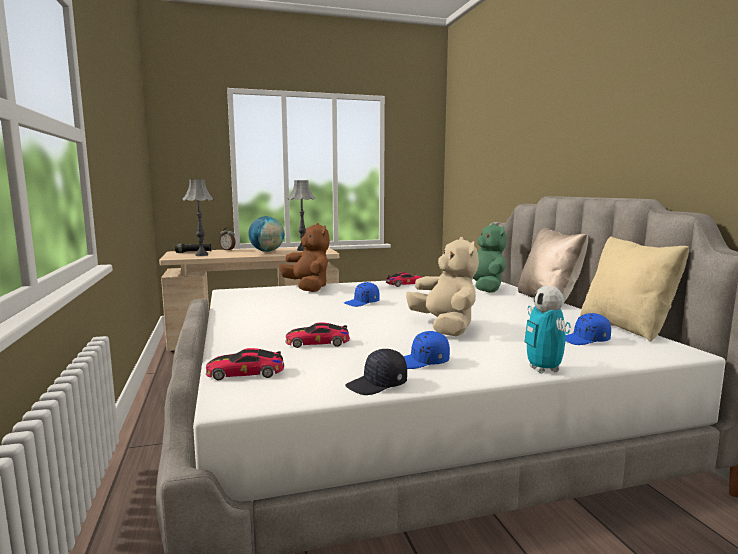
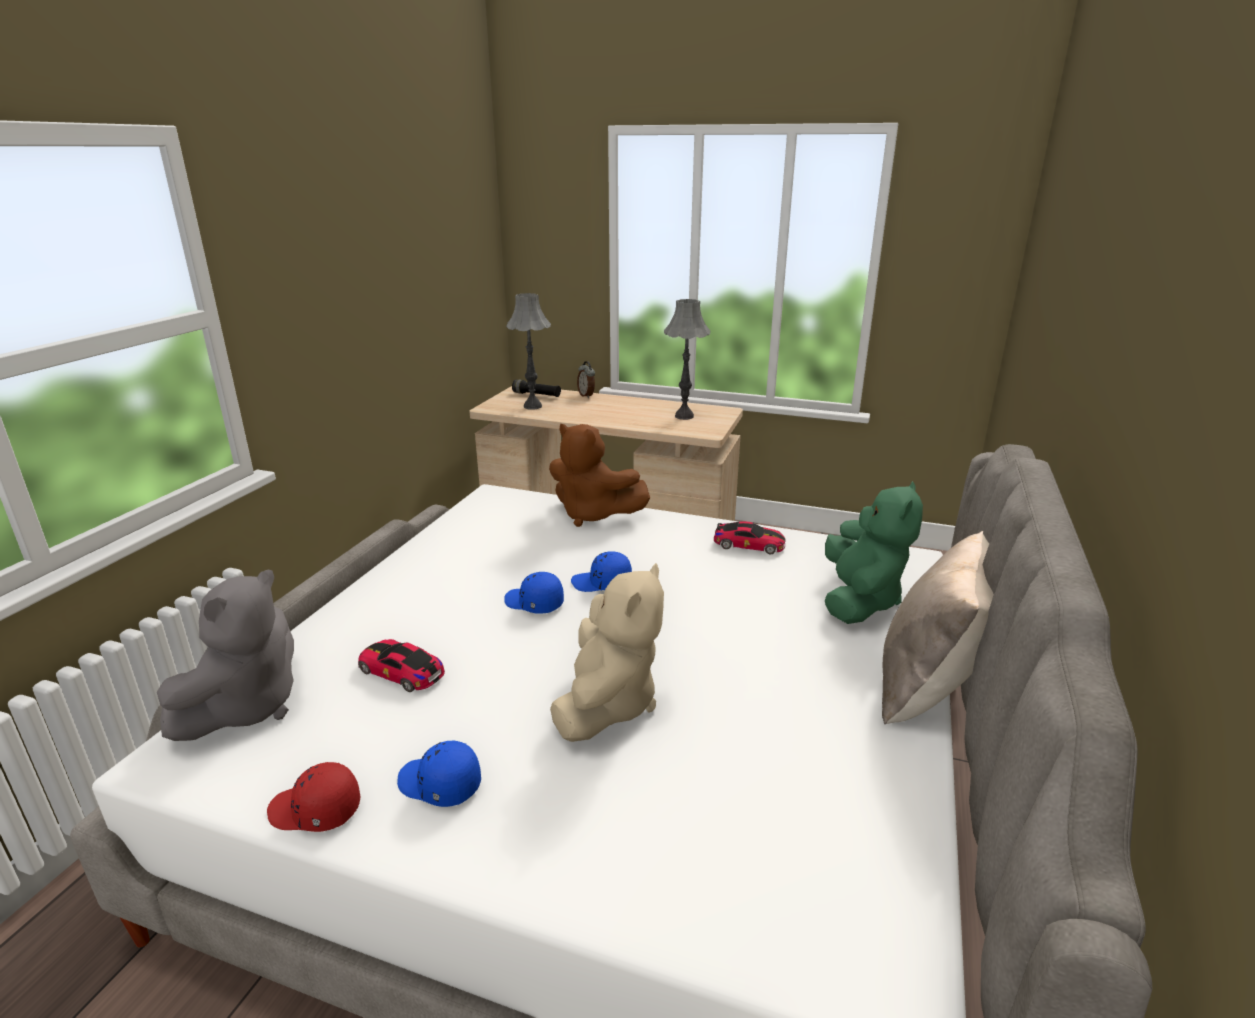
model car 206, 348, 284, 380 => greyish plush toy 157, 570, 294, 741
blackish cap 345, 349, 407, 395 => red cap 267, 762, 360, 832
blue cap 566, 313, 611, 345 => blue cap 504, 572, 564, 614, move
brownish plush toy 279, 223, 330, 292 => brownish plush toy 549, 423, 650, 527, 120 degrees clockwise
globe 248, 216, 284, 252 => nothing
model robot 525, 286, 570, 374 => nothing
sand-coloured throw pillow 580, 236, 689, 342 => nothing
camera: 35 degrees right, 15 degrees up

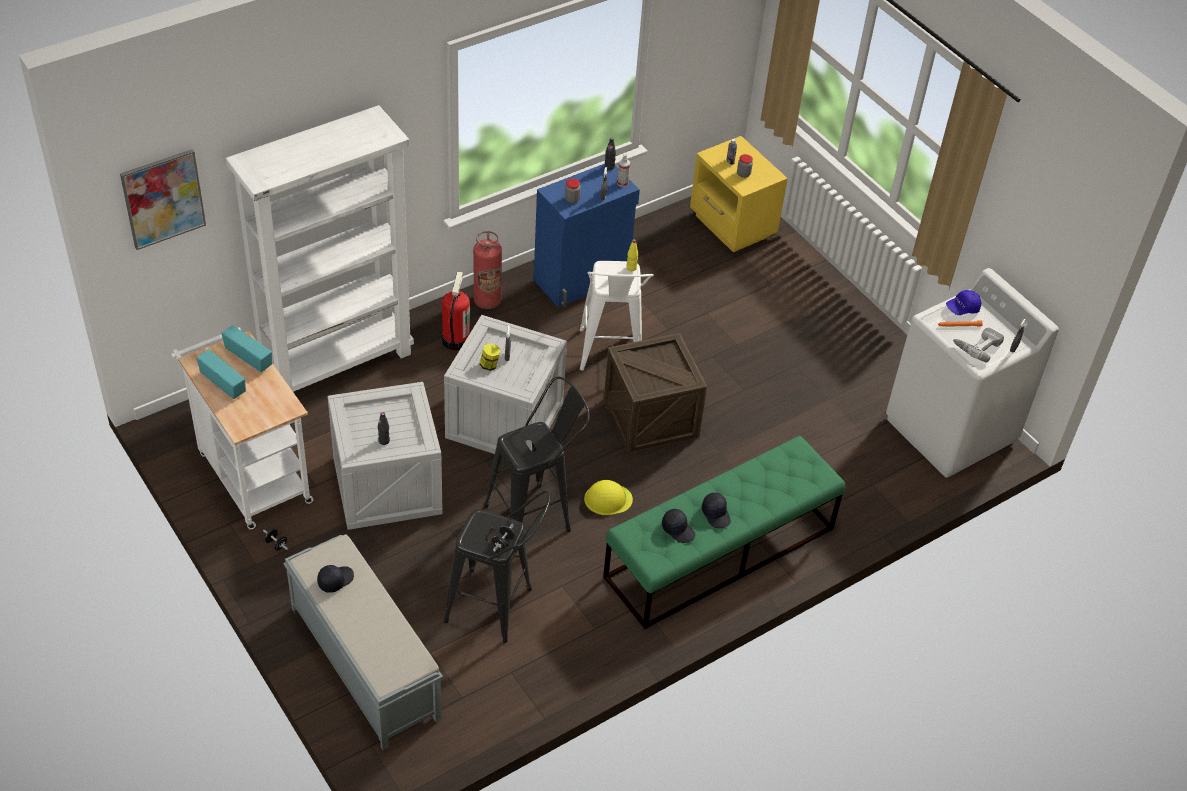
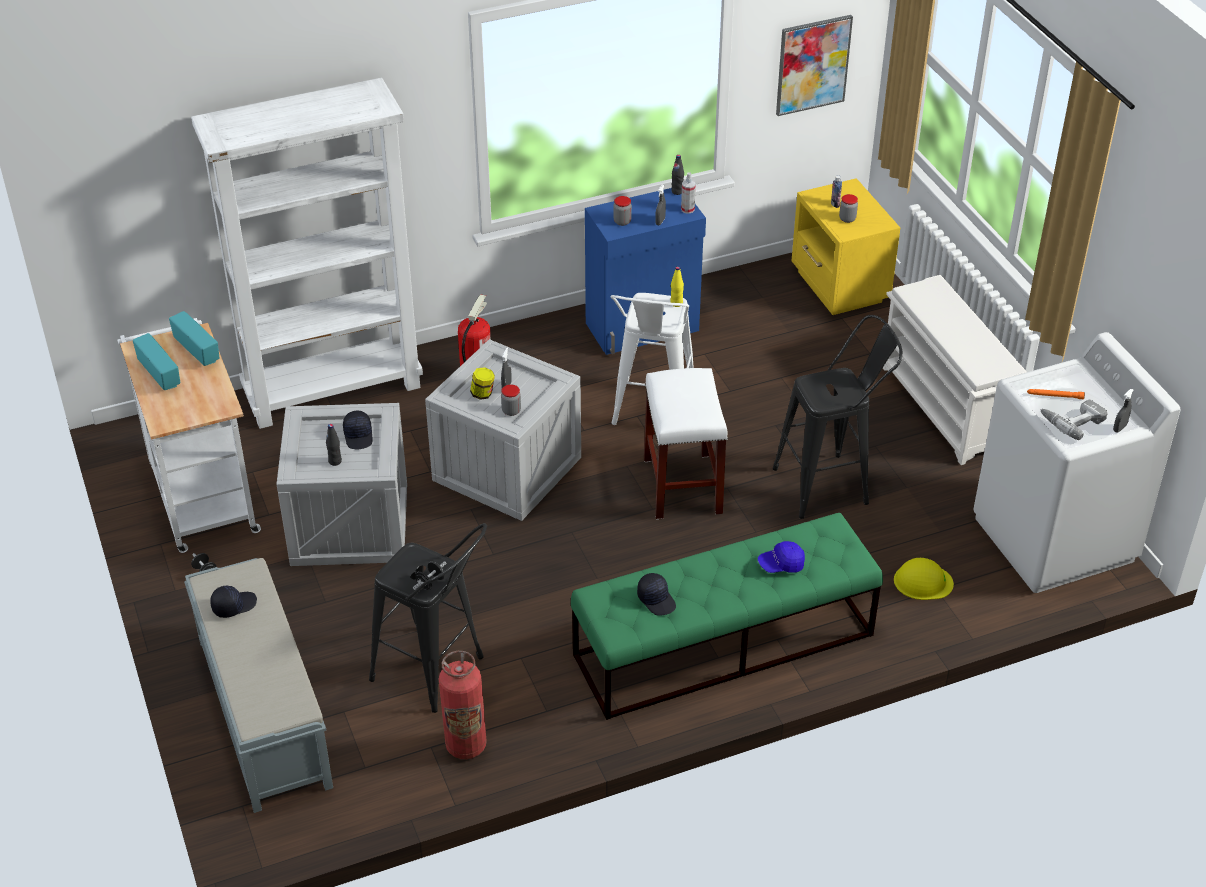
blackish cap 702, 492, 731, 528 => blackish cap 343, 411, 373, 449, move
fire extinguisher 473, 231, 502, 309 => fire extinguisher 439, 651, 487, 759, move
nothing => storage jar 501, 384, 521, 416
crate 604, 333, 707, 453 => whitish sitting stool 644, 368, 728, 520
blue cap 946, 290, 981, 315 => blue cap 758, 541, 805, 573, move
blackish sitting stool 484, 377, 590, 553 => blackish sitting stool 773, 315, 902, 519, move
picture 120, 149, 206, 250 => picture 776, 15, 853, 116, move
nothing => whitish shoe rack 883, 275, 1027, 465
yellow-coloured hard hat 584, 480, 633, 515 => yellow-coloured hard hat 894, 558, 954, 600, move
camera: 15 degrees right, 5 degrees down

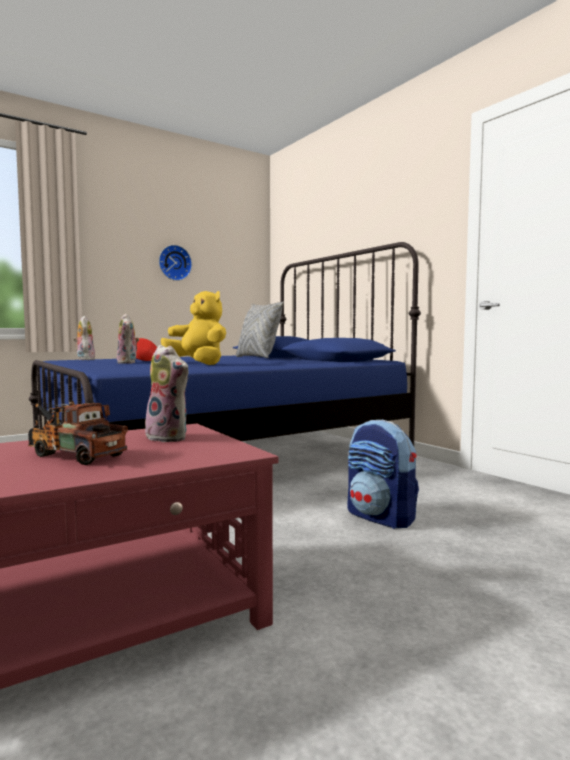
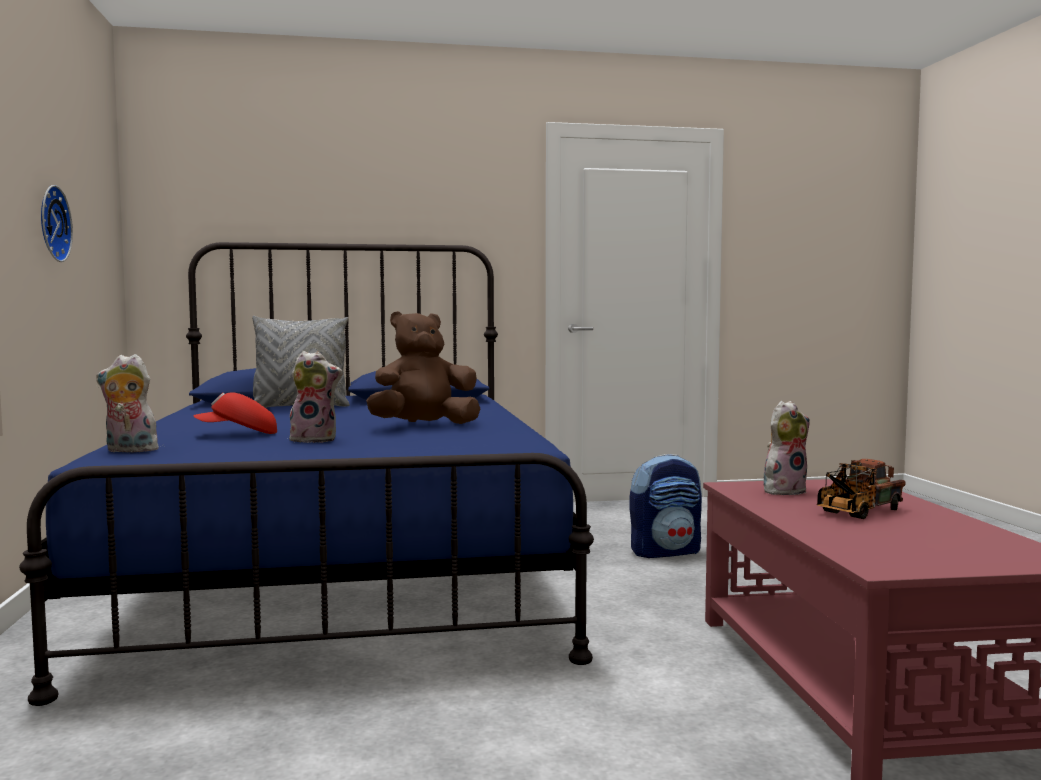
yellow-coloured plush toy 161, 291, 226, 365 => brownish plush toy 366, 311, 480, 424
camera: 65 degrees left, 0 degrees up

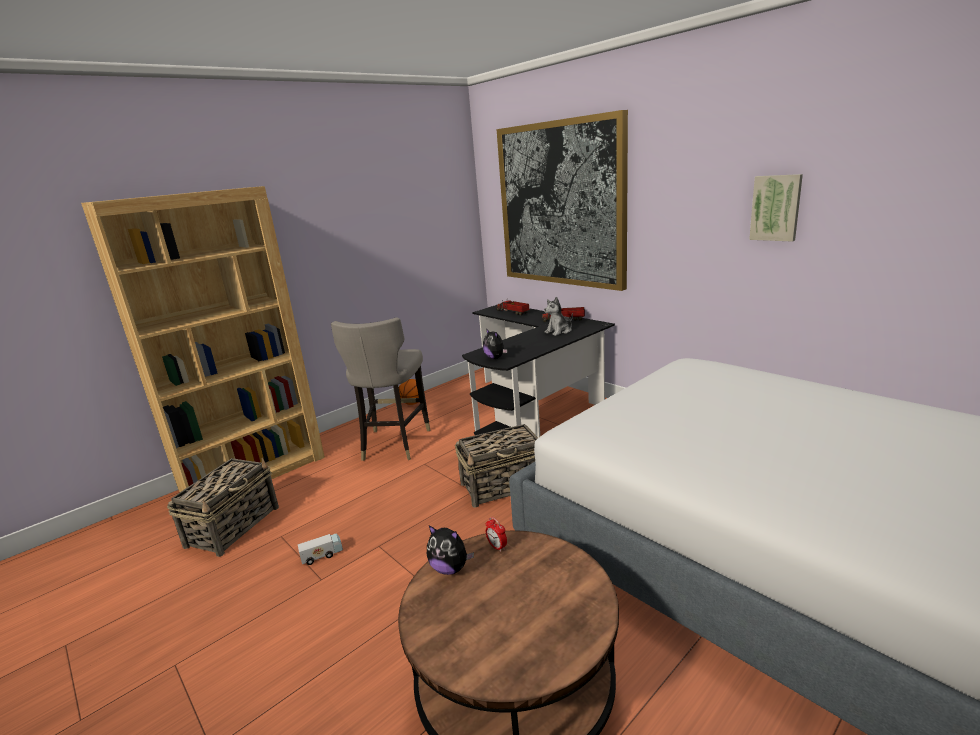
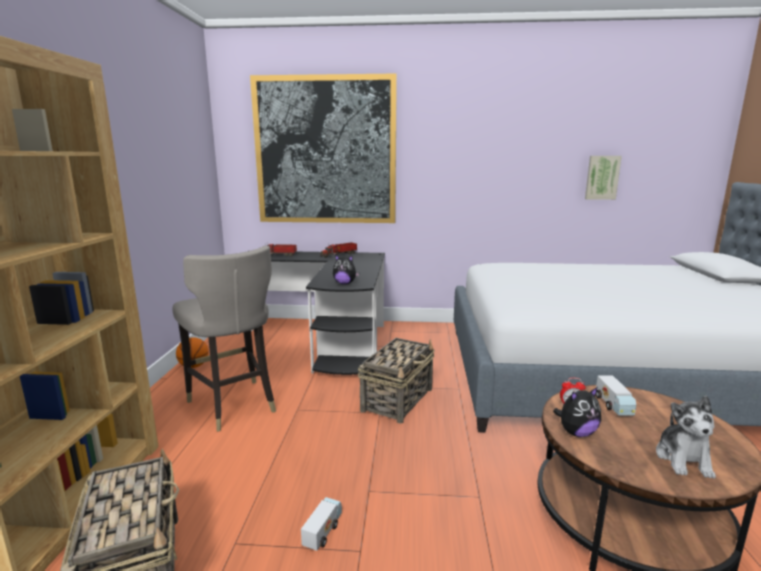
picture 749, 174, 803, 242 => picture 585, 156, 622, 200, move
nothing => toy truck 596, 376, 636, 415
plush toy 544, 297, 573, 336 => plush toy 656, 396, 716, 478, move
camera: 45 degrees left, 5 degrees down

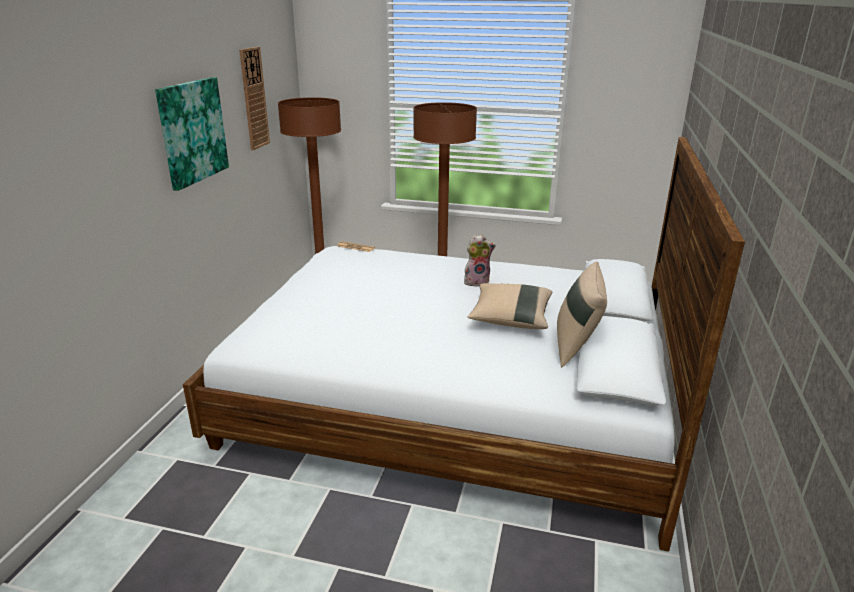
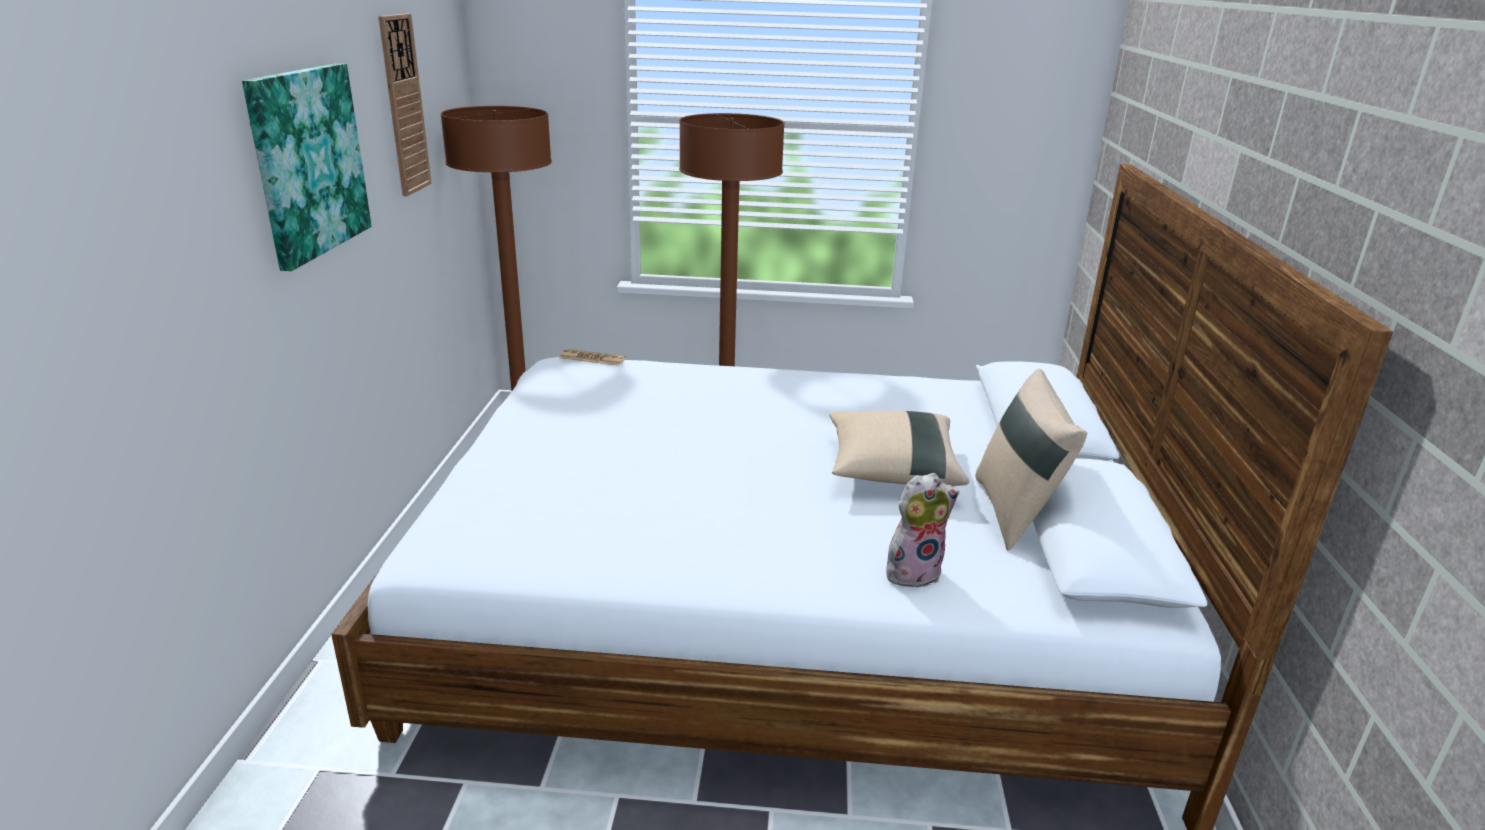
plush toy 464, 235, 496, 287 => plush toy 886, 473, 959, 588, move
camera: 10 degrees left, 0 degrees up

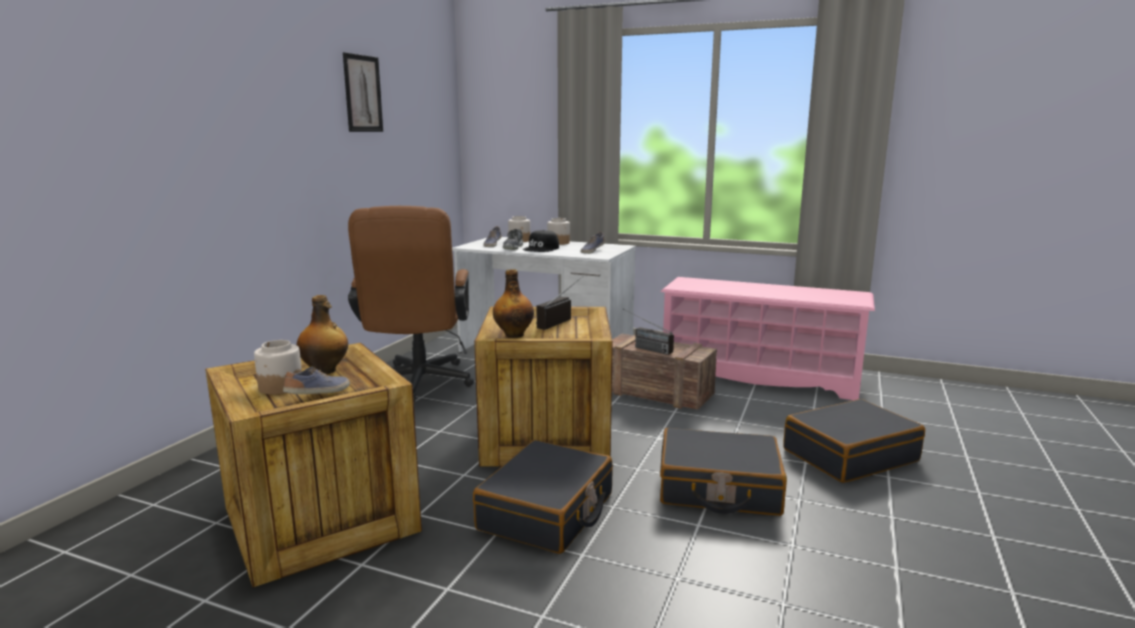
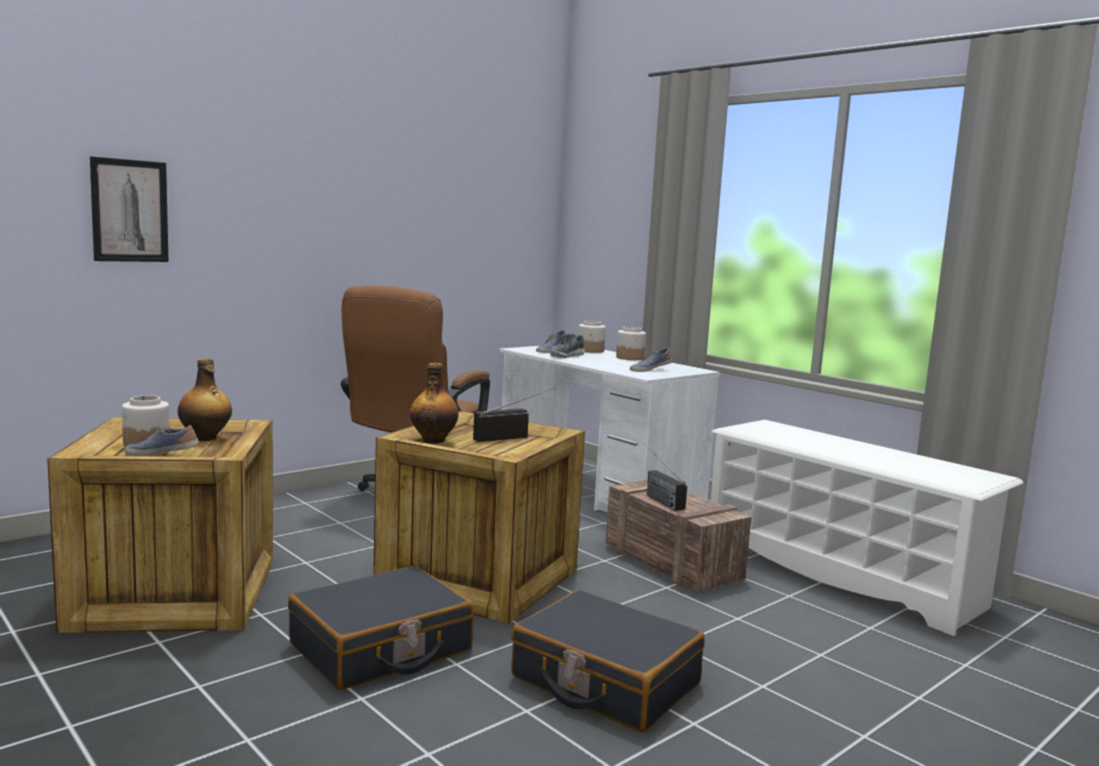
picture 343, 52, 383, 132 => picture 90, 156, 169, 262, move
low shoe 283, 367, 350, 394 => low shoe 125, 425, 199, 456, 150 degrees counterclockwise
pink shoe rack 660, 277, 875, 400 => whitish shoe rack 711, 420, 1023, 636
blackish cap 523, 230, 559, 252 => nothing
blackish travel case 783, 399, 925, 483 => nothing
camera: 25 degrees right, 5 degrees down

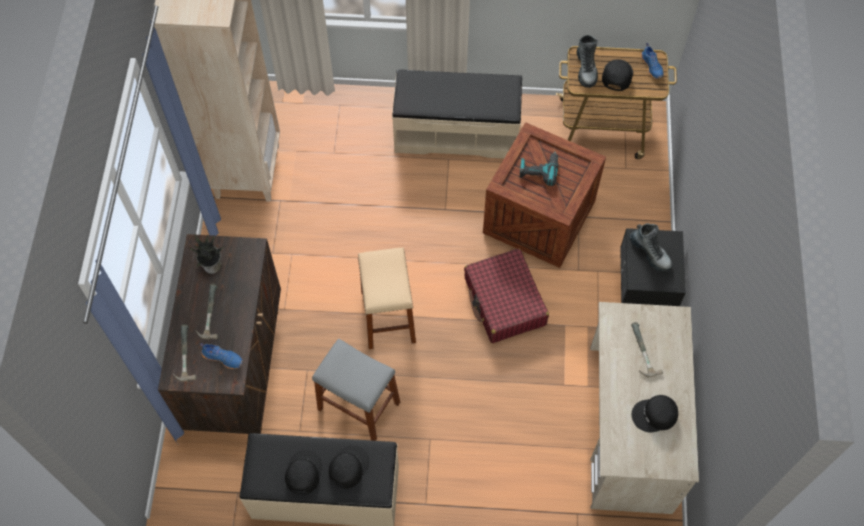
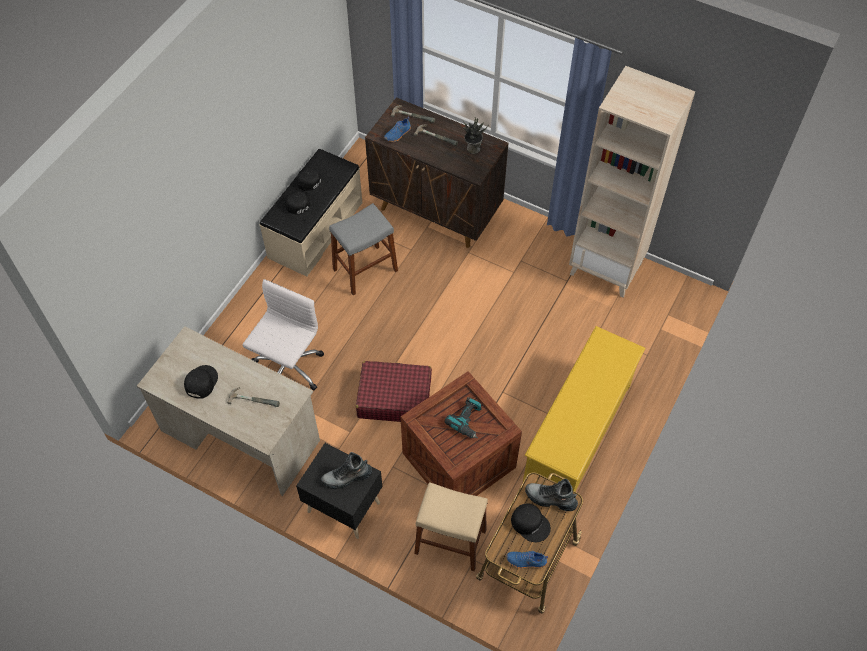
nothing => whitish computer chair 243, 279, 324, 390
sand-coloured sitting stool 358, 248, 416, 349 => sand-coloured sitting stool 414, 482, 488, 571, move
sand-coloured long seat 392, 69, 522, 159 => yellow-coloured shoe rack 523, 326, 646, 492
camera: 115 degrees right, 5 degrees down

